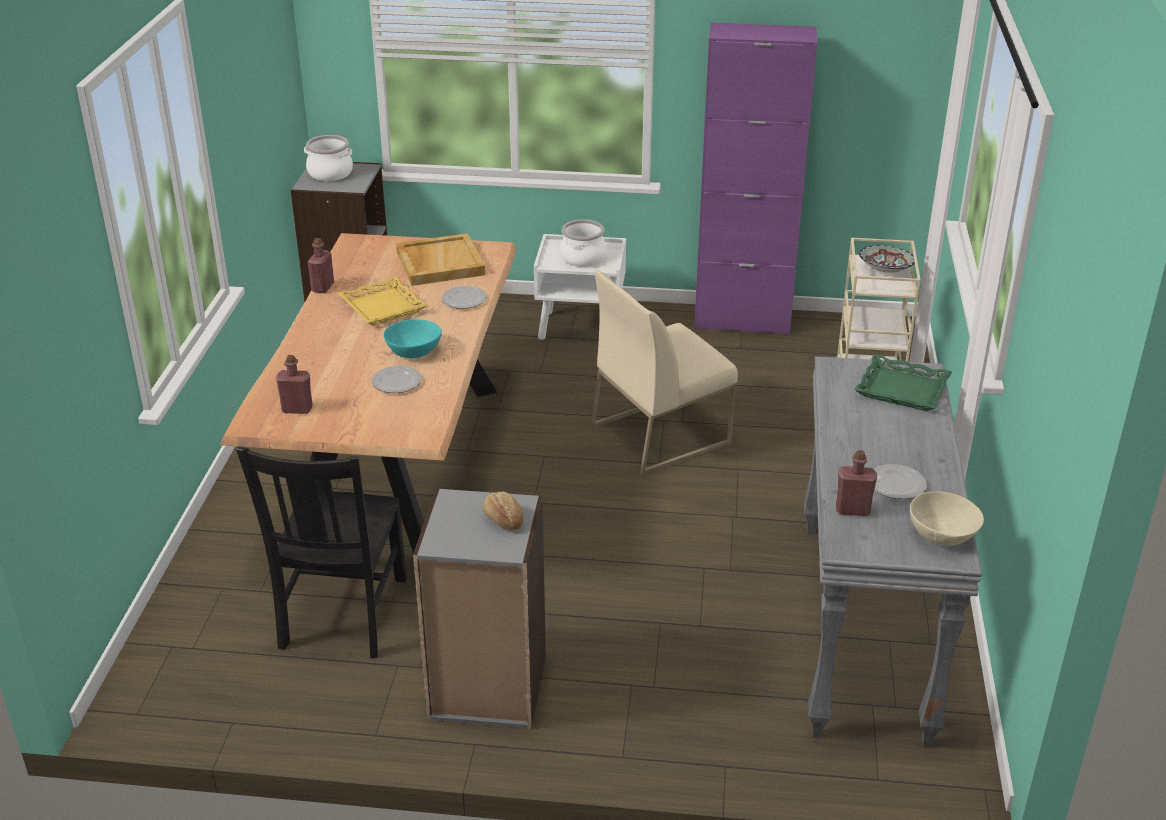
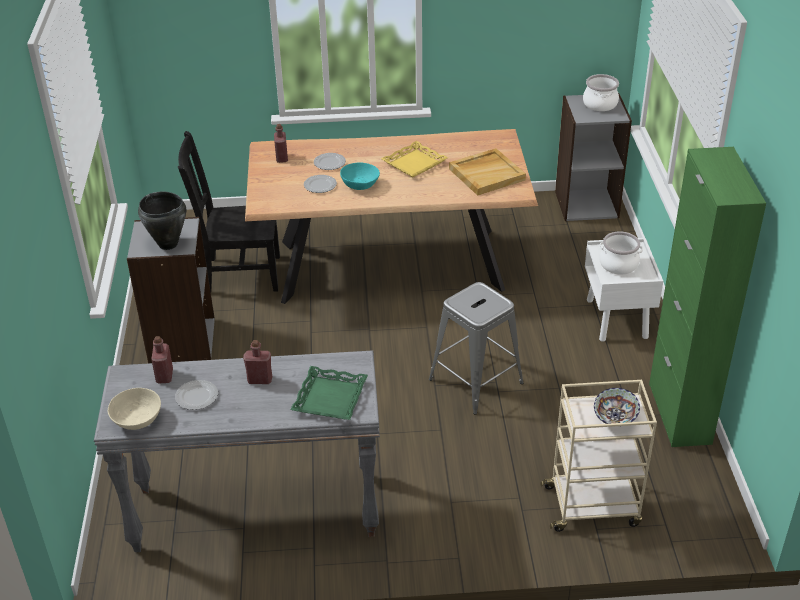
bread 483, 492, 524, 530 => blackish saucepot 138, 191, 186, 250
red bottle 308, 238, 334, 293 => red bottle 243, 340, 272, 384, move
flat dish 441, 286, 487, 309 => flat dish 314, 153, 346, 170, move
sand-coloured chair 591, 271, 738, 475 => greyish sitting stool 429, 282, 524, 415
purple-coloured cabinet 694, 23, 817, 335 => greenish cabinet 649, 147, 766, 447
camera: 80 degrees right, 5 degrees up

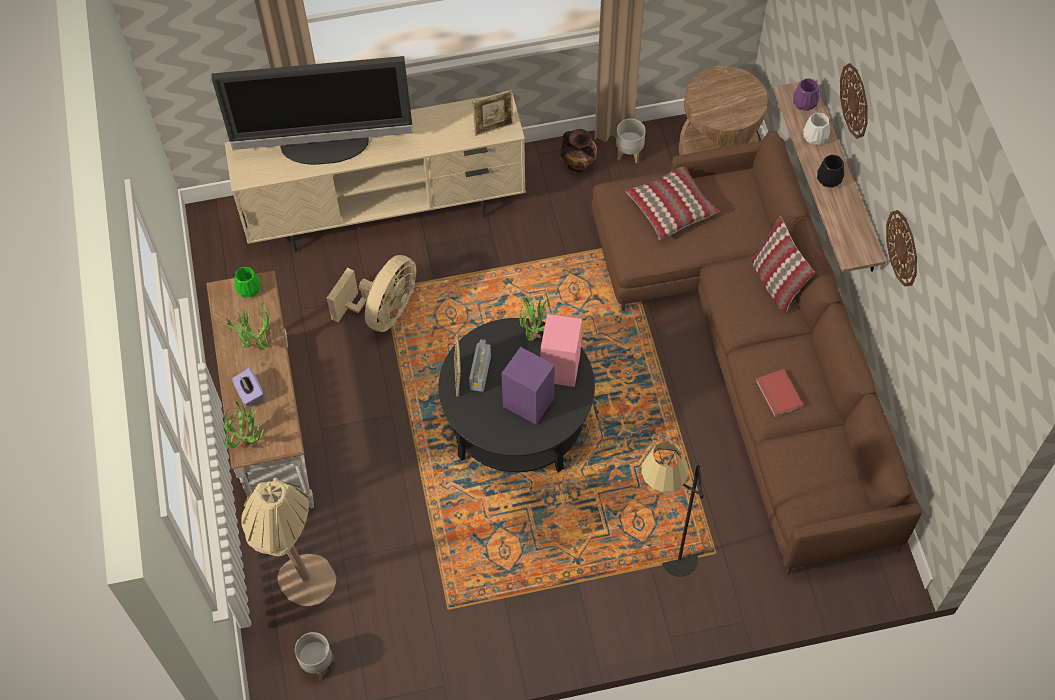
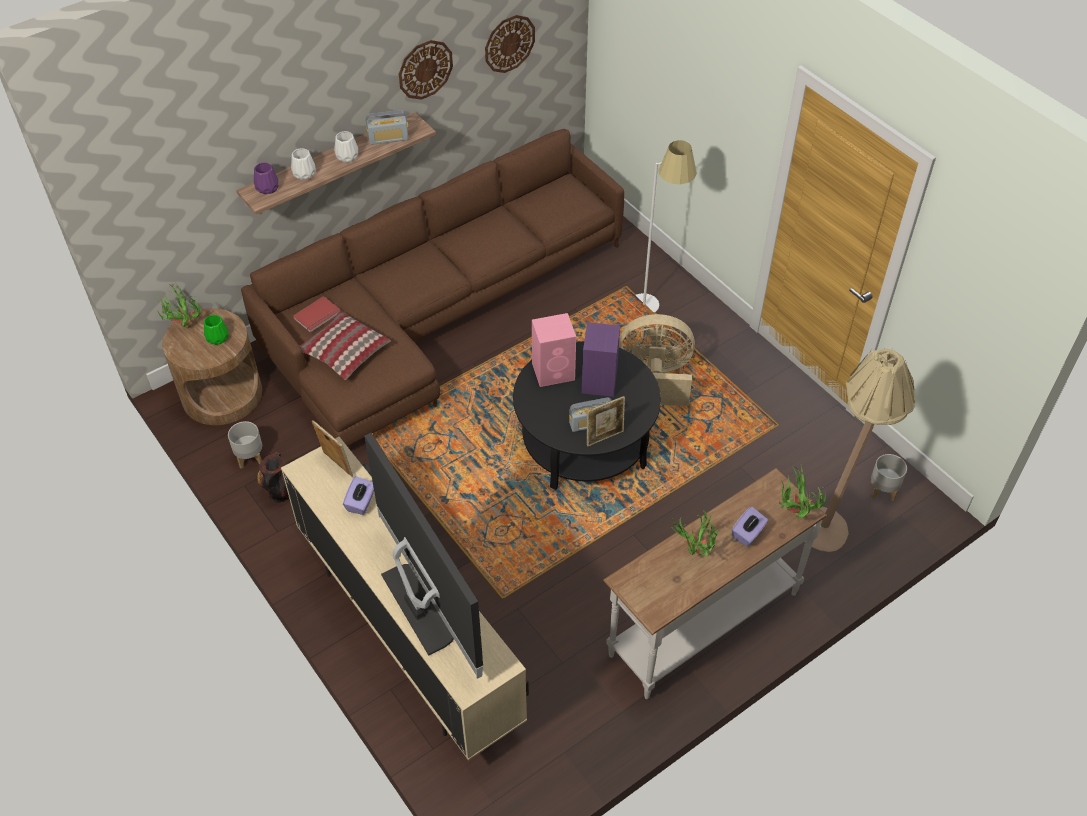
plant in a pot 519, 295, 561, 341 => plant in a pot 157, 284, 201, 328, move
greenish decorative vase 235, 267, 261, 298 => greenish decorative vase 204, 315, 229, 345, move
red bound book 756, 369, 803, 417 => red bound book 293, 296, 340, 333, move
blackish decorative vase 817, 155, 844, 188 => whitish decorative vase 334, 131, 358, 163
nothing => purple-coloured box of tissues 343, 476, 374, 515
nothing => radio receiver 366, 110, 408, 145
wall clock 840, 63, 867, 139 => wall clock 485, 15, 535, 73, move
sand-coloured electric fan 327, 255, 416, 332 => sand-coloured electric fan 619, 314, 695, 406, move
blackish floor lamp 641, 441, 704, 577 => whitish floor lamp 635, 140, 697, 312
throw pillow 751, 216, 815, 315 => nothing
camera: 115 degrees left, 10 degrees down

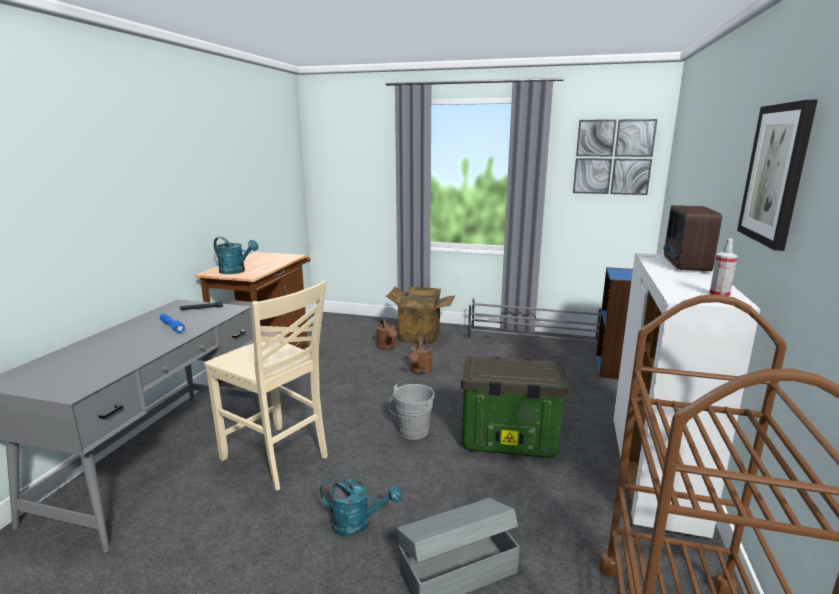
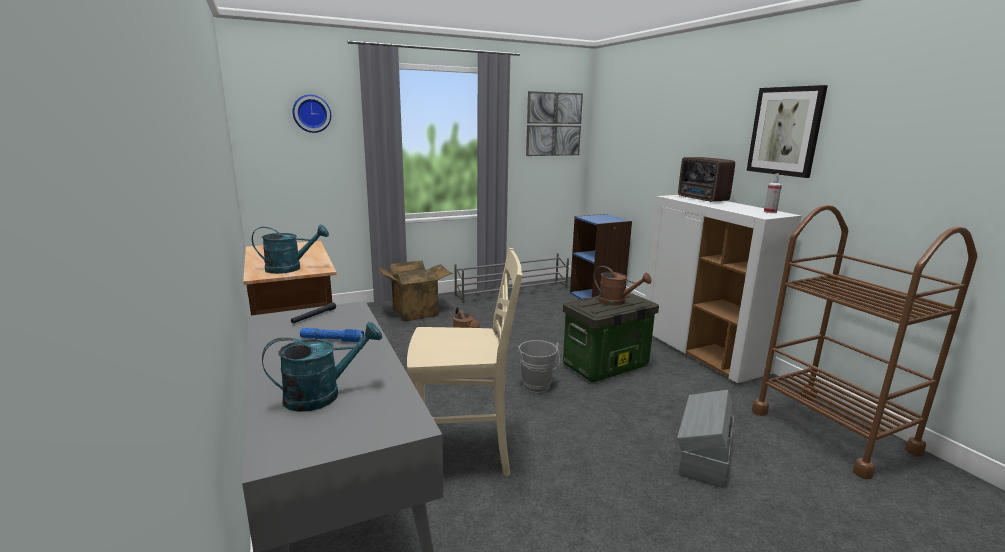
blue-green watering can 320, 478, 401, 537 => blue-green watering can 262, 322, 382, 412, move
nothing => wall clock 292, 94, 331, 133
brownish watering can 377, 318, 397, 350 => brownish watering can 594, 266, 651, 306, move
camera: 40 degrees left, 0 degrees up

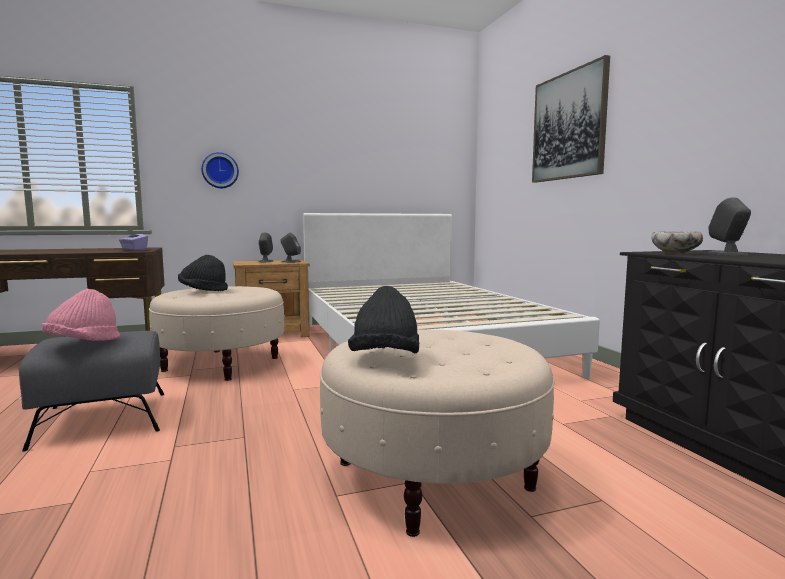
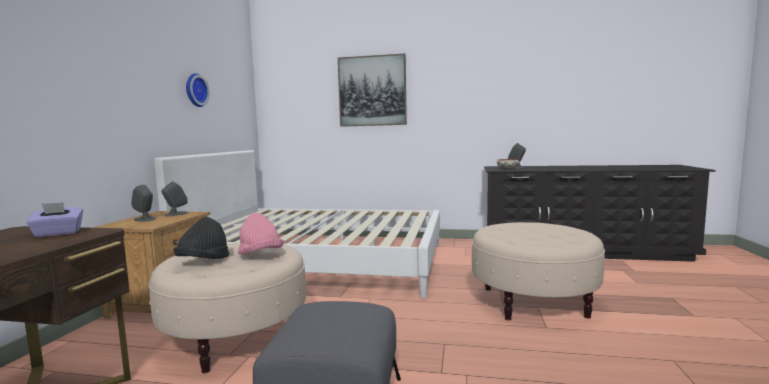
wall clock 201, 152, 239, 188 => wall clock 186, 73, 210, 107, move
pink hat 41, 289, 120, 341 => pink hat 238, 213, 284, 254, move
blackish hat 348, 286, 419, 354 => nothing
camera: 60 degrees left, 0 degrees up

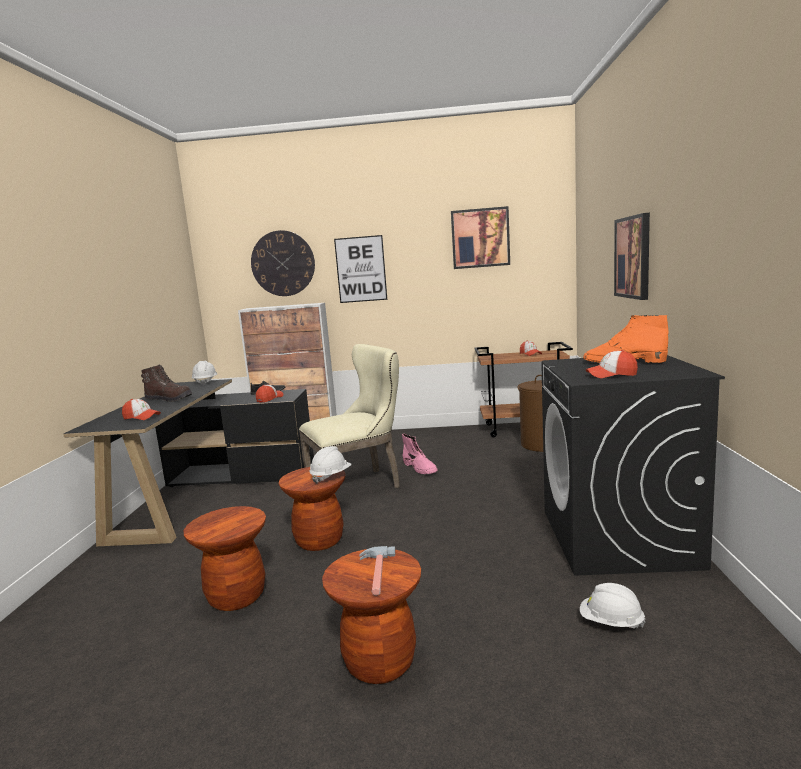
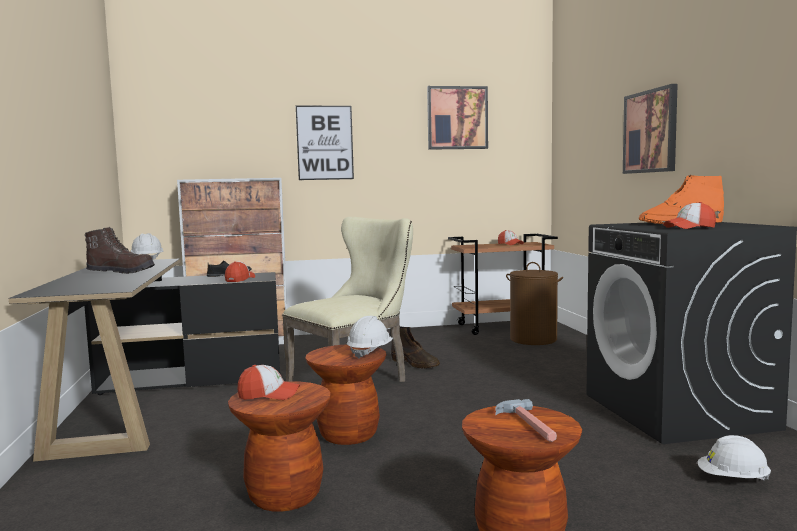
cap 122, 399, 161, 420 => cap 238, 365, 300, 400, move
pink tall boot 402, 434, 438, 474 => brownish tall boot 391, 326, 440, 369
wall clock 251, 230, 315, 296 => nothing
camera: 15 degrees left, 5 degrees down

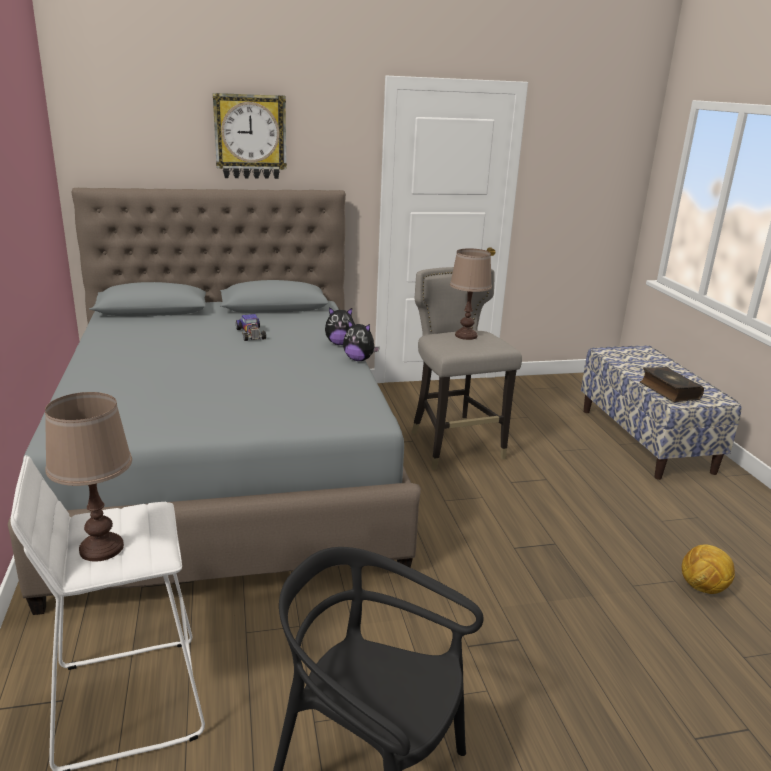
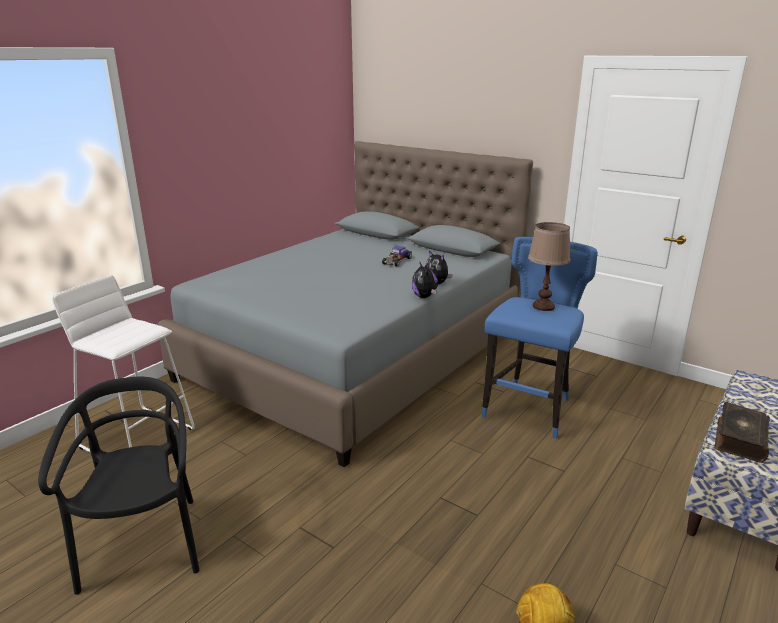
greyish sitting stool 411, 267, 522, 470 => blue sitting stool 481, 237, 598, 439
brownish tabletop lamp 45, 392, 132, 562 => nothing
wall clock 213, 93, 287, 179 => nothing
camera: 50 degrees right, 0 degrees up

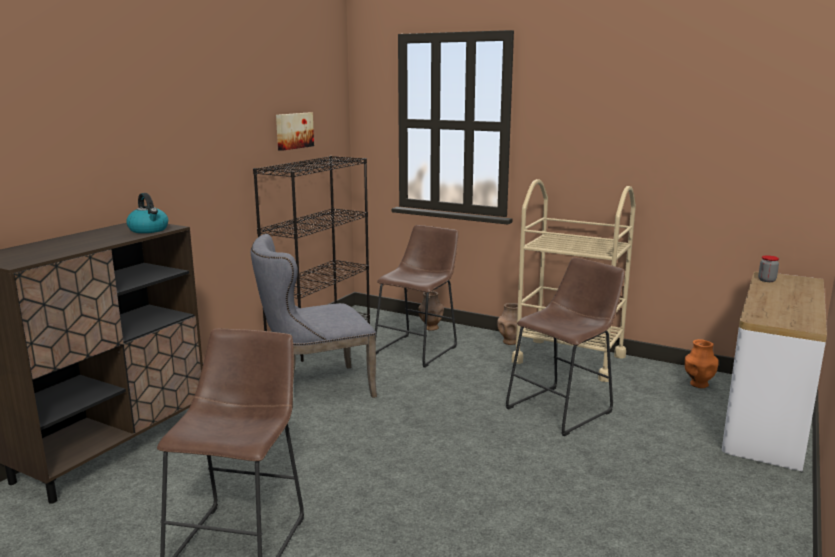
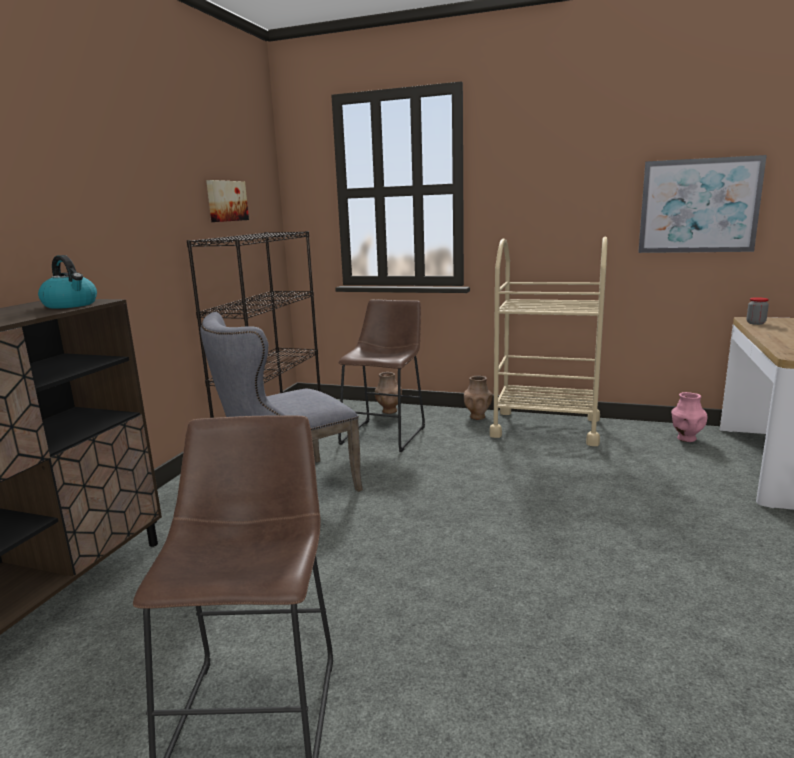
nothing => picture 638, 155, 767, 253
orange-coloured decorative vase 685, 339, 719, 388 => pink decorative vase 671, 392, 708, 442
brownish sitting stool 506, 257, 625, 436 => nothing
camera: 10 degrees left, 0 degrees up

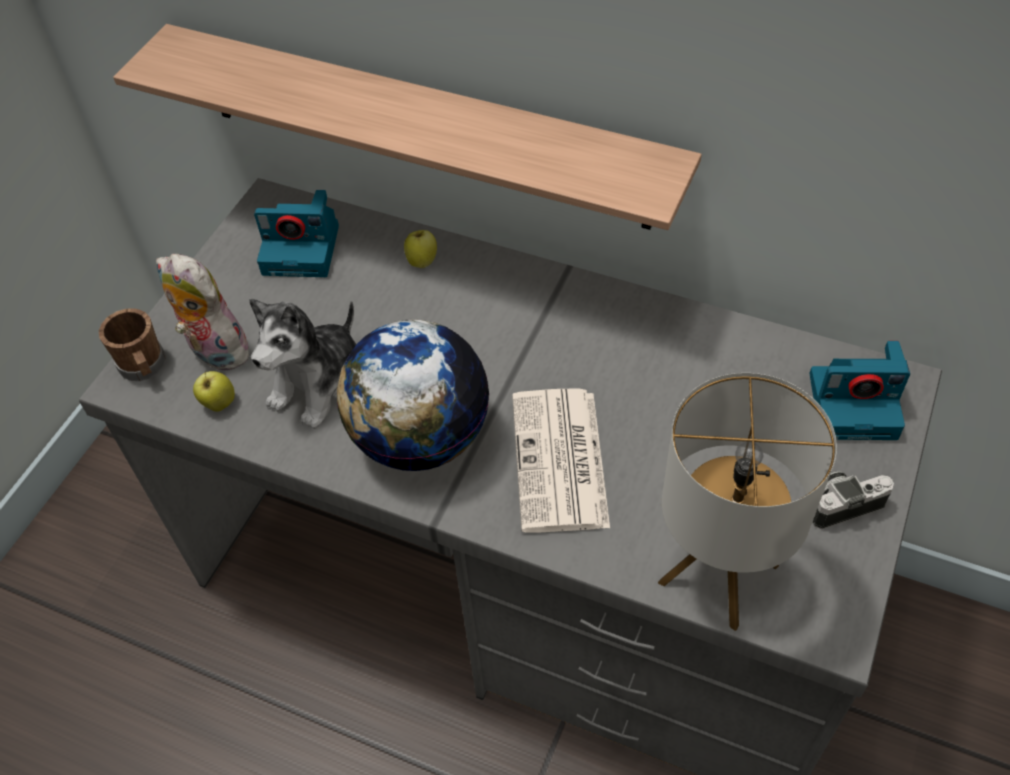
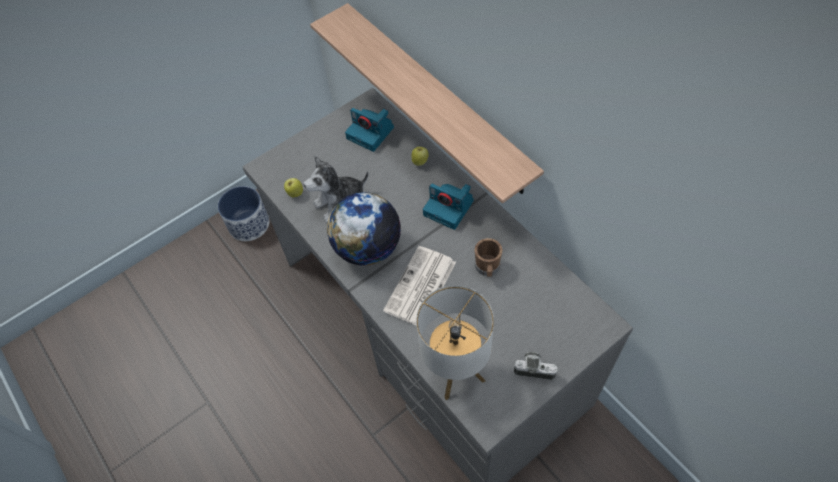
nothing => planter 218, 186, 269, 241
photo camera 809, 341, 910, 440 => photo camera 423, 184, 474, 230, move
brownish tea mug 99, 308, 166, 381 => brownish tea mug 474, 238, 503, 277, move
plush toy 156, 254, 251, 370 => nothing
camera: 30 degrees right, 5 degrees up

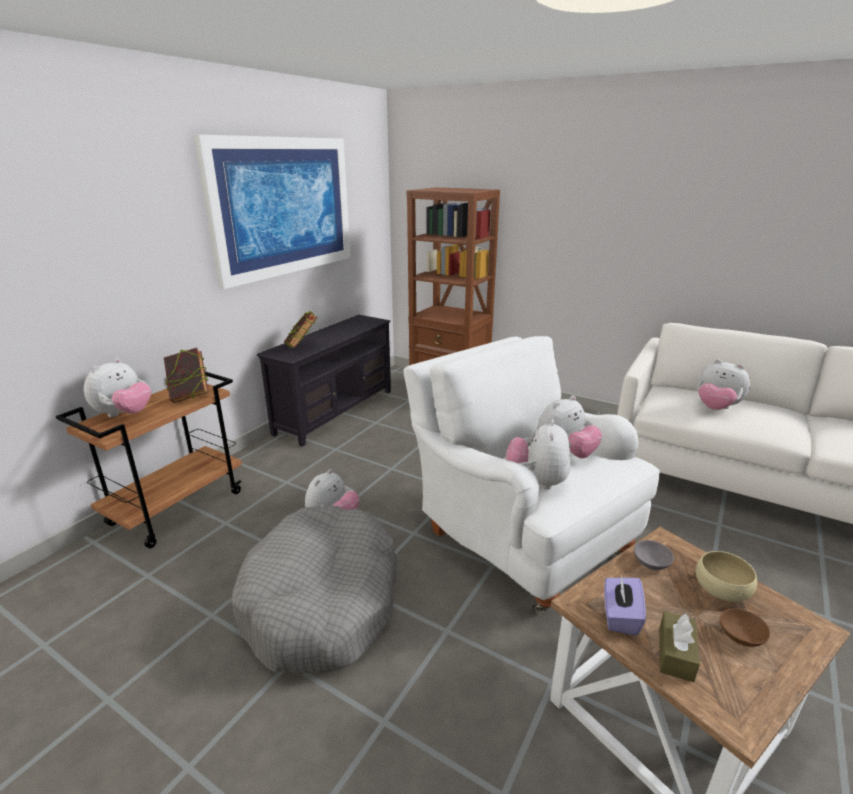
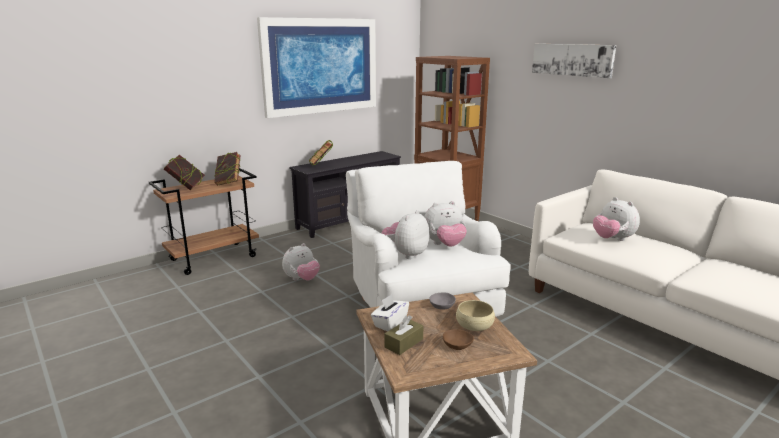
plush toy 84, 358, 151, 418 => bound book 164, 155, 205, 190
purple-coloured box of tissues 604, 576, 646, 636 => whitish box of tissues 371, 294, 409, 331
nothing => picture 532, 44, 616, 78
greyish dog bed 231, 506, 397, 674 => nothing
camera: 20 degrees right, 5 degrees down

